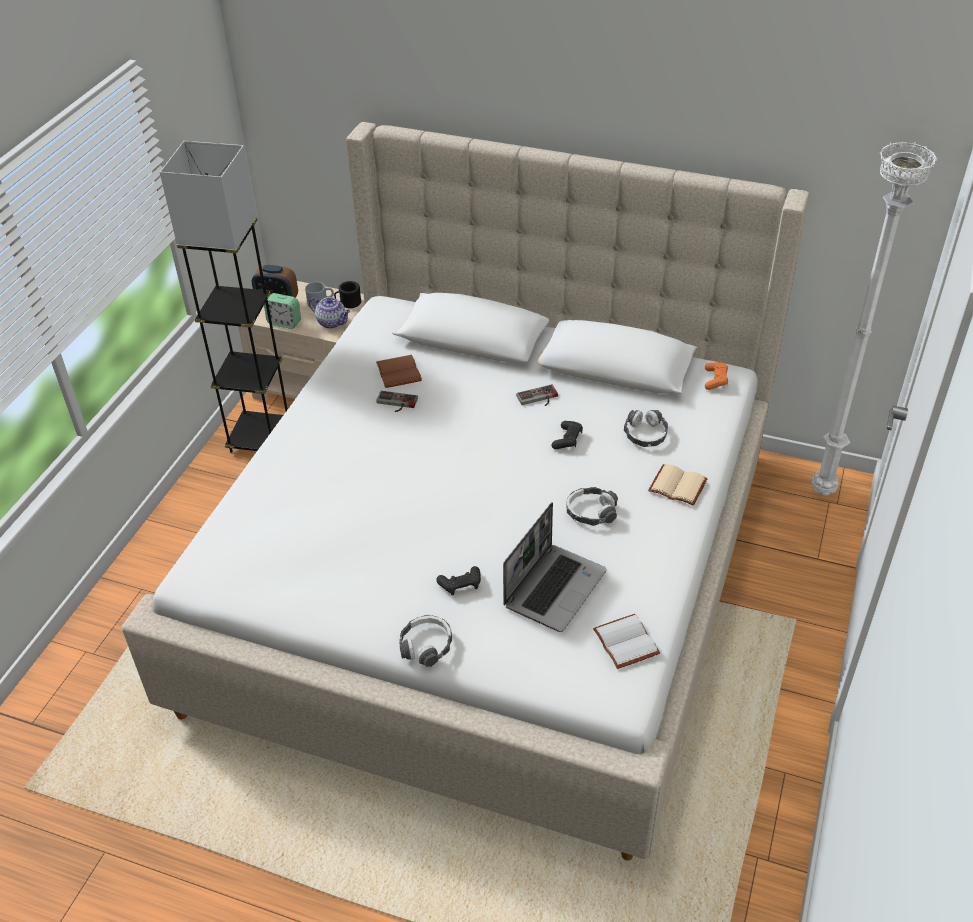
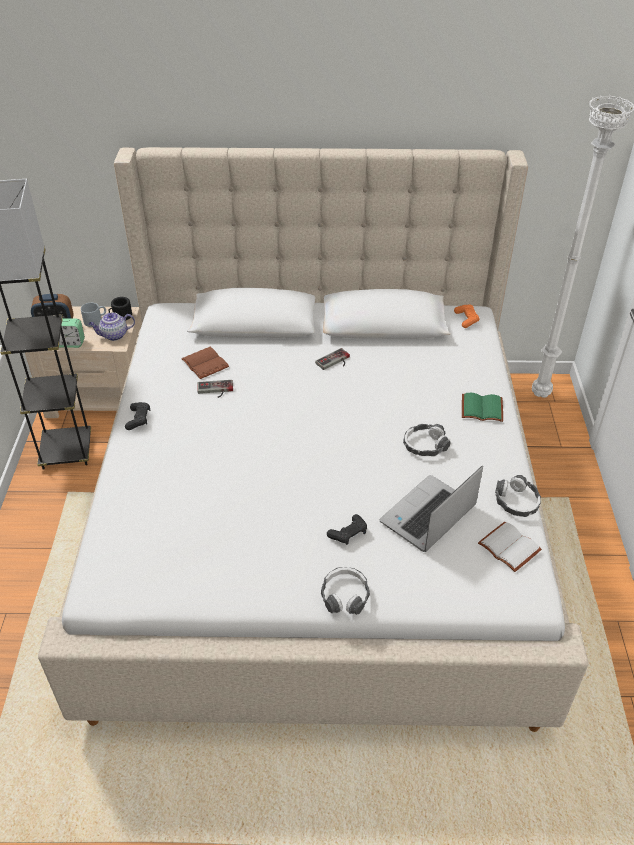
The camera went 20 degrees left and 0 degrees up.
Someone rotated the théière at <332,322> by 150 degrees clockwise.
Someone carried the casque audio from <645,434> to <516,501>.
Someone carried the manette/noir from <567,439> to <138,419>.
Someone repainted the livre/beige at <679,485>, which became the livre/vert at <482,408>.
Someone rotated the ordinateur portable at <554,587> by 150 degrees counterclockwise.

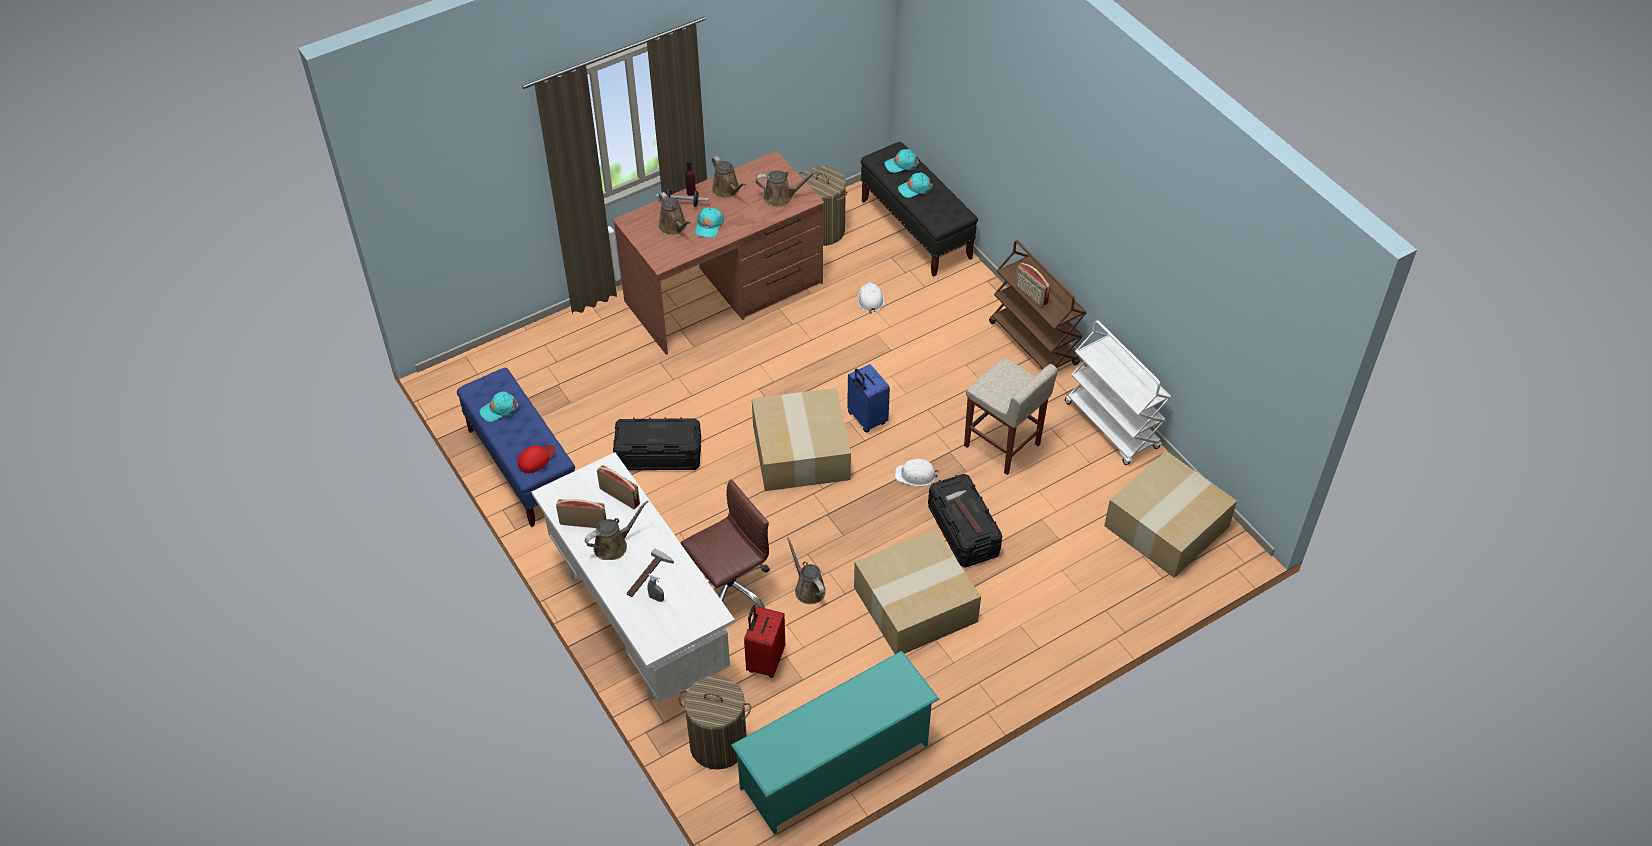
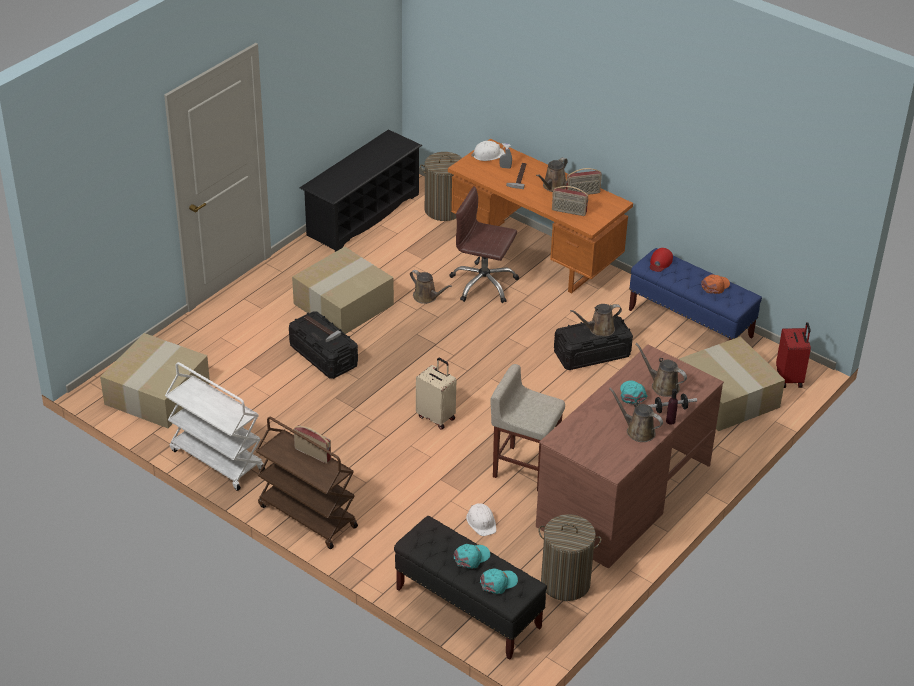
The camera went 160 degrees right and 10 degrees down.
Someone carried the arrosoir/marron from <781,197> to <599,329>.
Someone carried the tabouret/beige from <1003,446> to <524,468>.
Someone repainted the valise/bleu at <866,419>, which became the valise/beige at <436,417>.
Someone carried the carton from <799,451> to <729,397>.
Someone repainted the casquette/turquoise at <499,409>, which became the casquette/orange at <715,286>.
Someone repainted the bureau/blanc at <638,621>, which became the bureau/orange at <536,256>.
Someone carried the casque de chantier/blanc from <916,475> to <488,154>.
Someone rotated the chaise de bureau/marron at <729,591> by 75 degrees clockwise.
Someone carried the valise/rouge from <765,661> to <790,378>.
Someone repainted the étagère à chaussures/turquoise at <835,766>, which became the étagère à chaussures/noir at <362,215>.

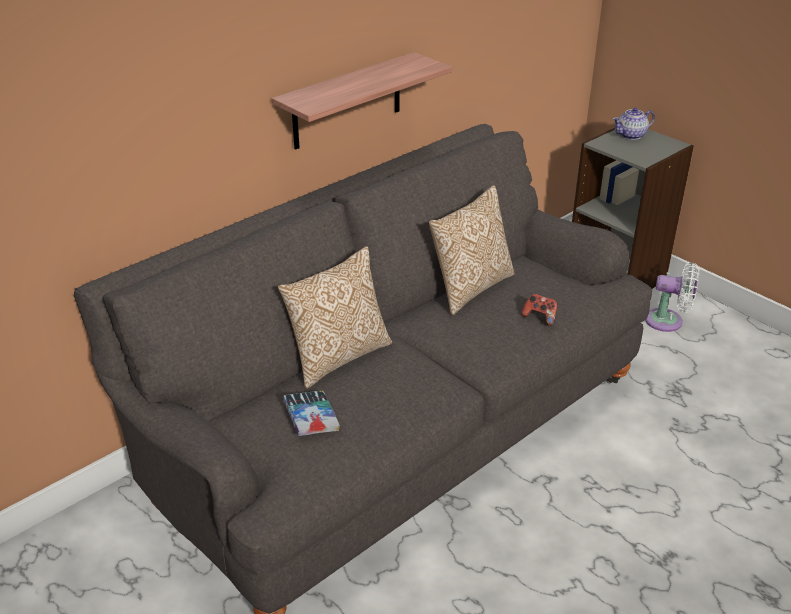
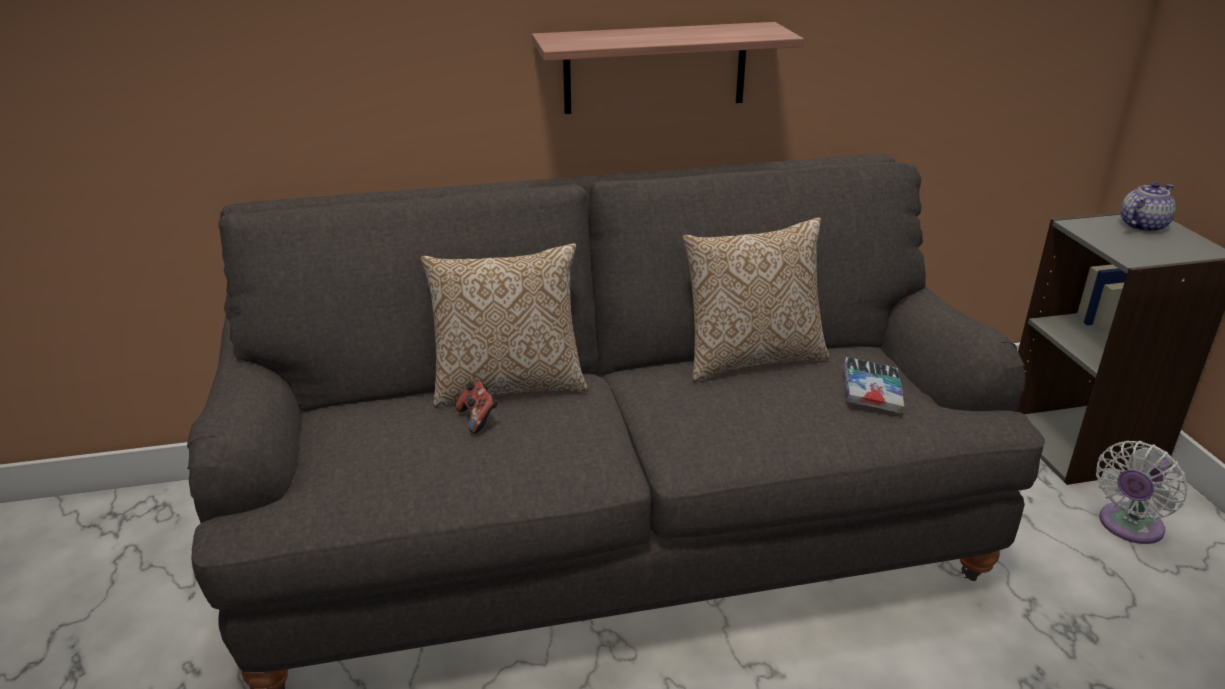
The camera went 30 degrees right and 5 degrees down.
Someone rotated the théière at <631,135> by 135 degrees clockwise.
Someone rotated the ventilateur/blanc at <668,321> by 90 degrees clockwise.
Someone carried the manette from <540,317> to <478,419>.
Someone carried the livre from <311,417> to <871,392>.

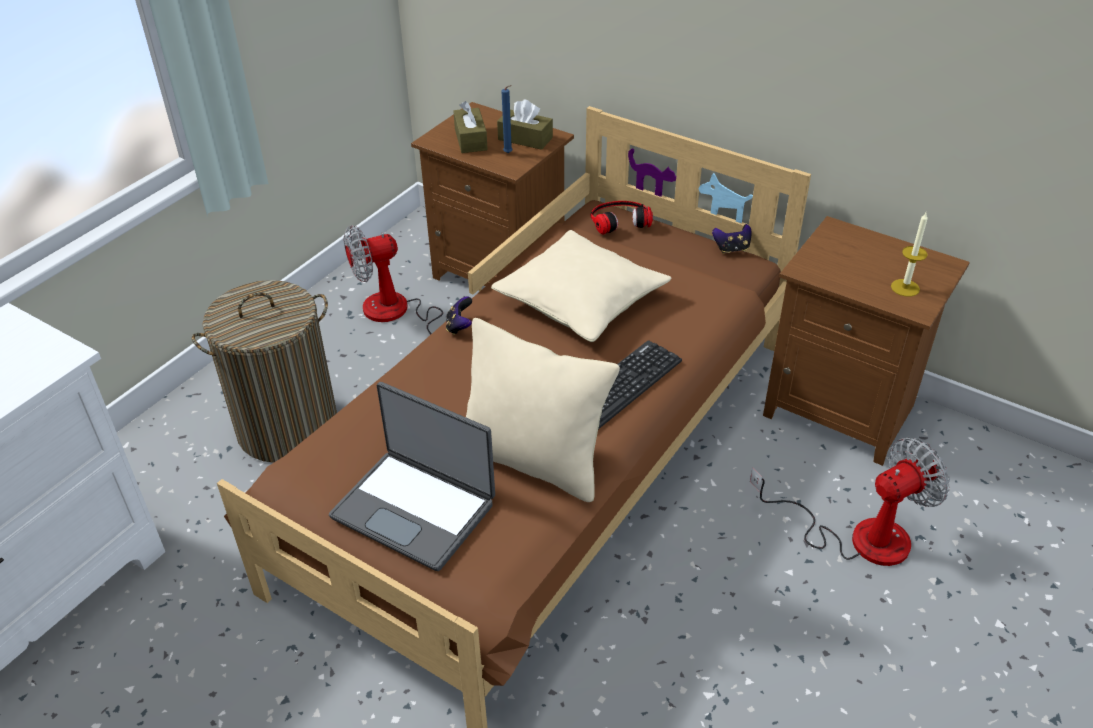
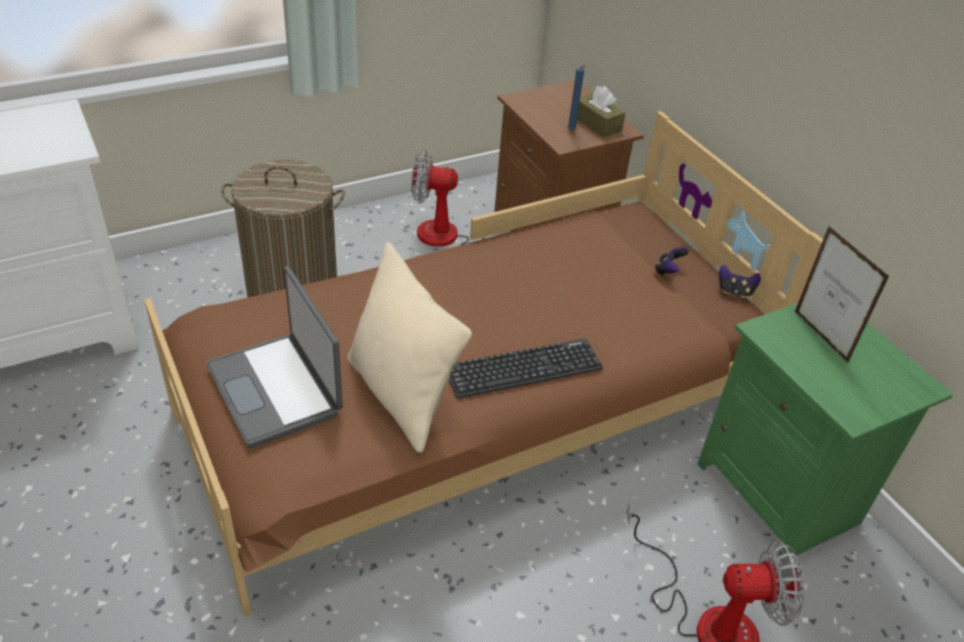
The camera went 25 degrees right and 0 degrees up.
Someone took away the boîte à mouchoirs/marron at <470,139>.
Someone took away the casque audio at <619,220>.
Someone took away the bougie at <905,288>.
Someone repainted the table de chevet/marron at <841,409>, which became the table de chevet/vert at <780,493>.
Someone took away the coussin/beige at <580,301>.
Someone carried the manette from <459,326> to <667,271>.
Someone put down the cadre photo at <820,336>.

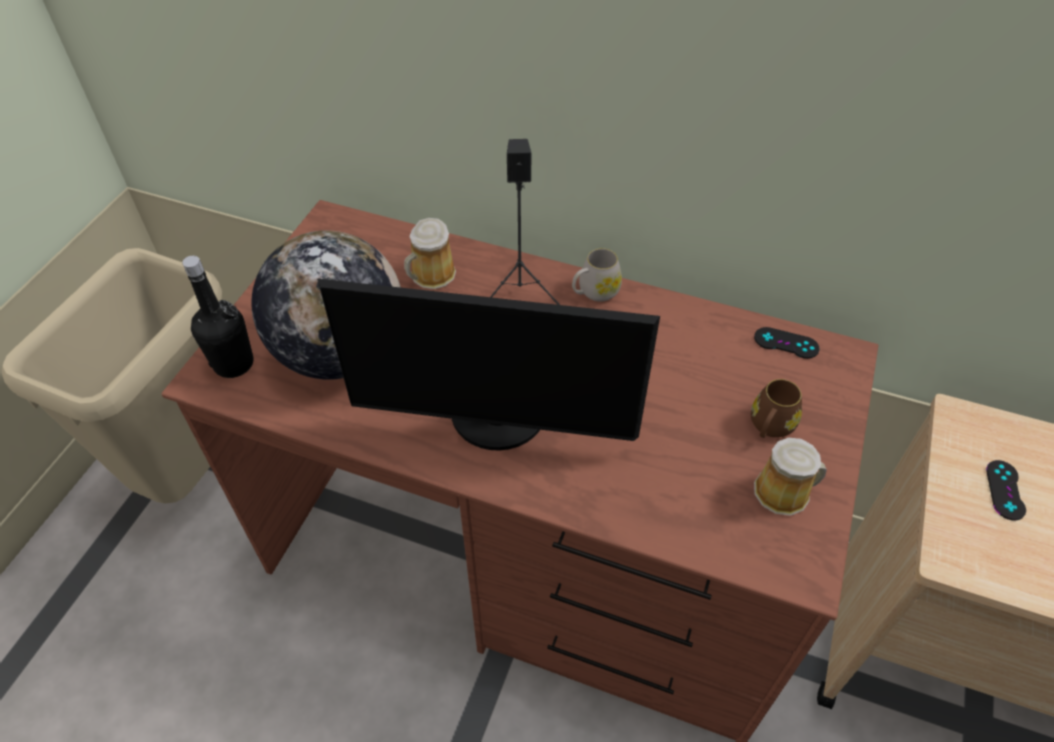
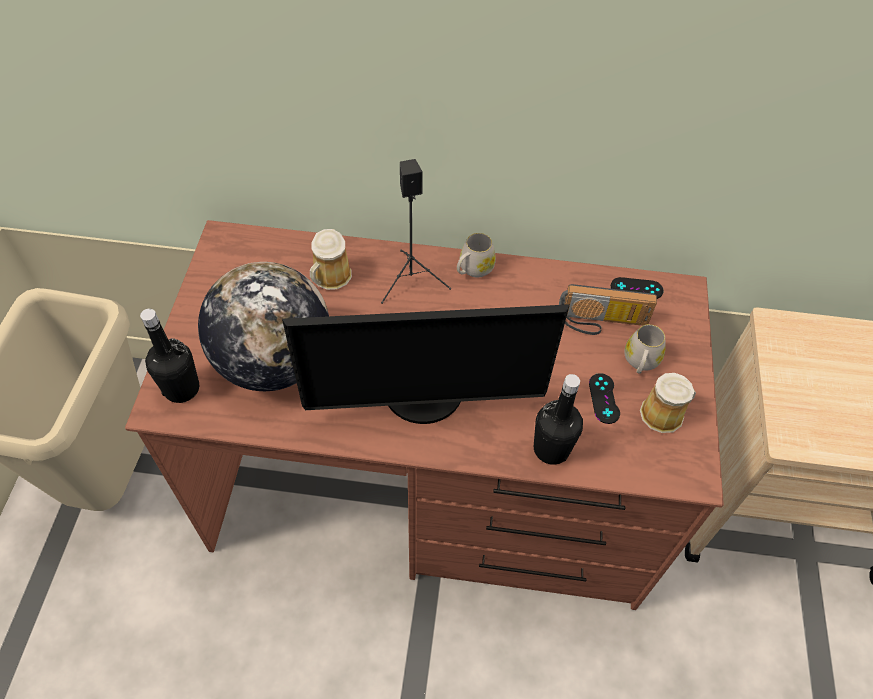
The camera went 15 degrees left and 5 degrees up.
Someone repainted the mug/marron at <769,427>, which became the mug/blanc at <640,362>.
Someone carried the manette/noir from <1005,490> to <604,398>.
Someone put down the radio at <601,323>.
Someone put down the bouteille/noir at <551,449>.

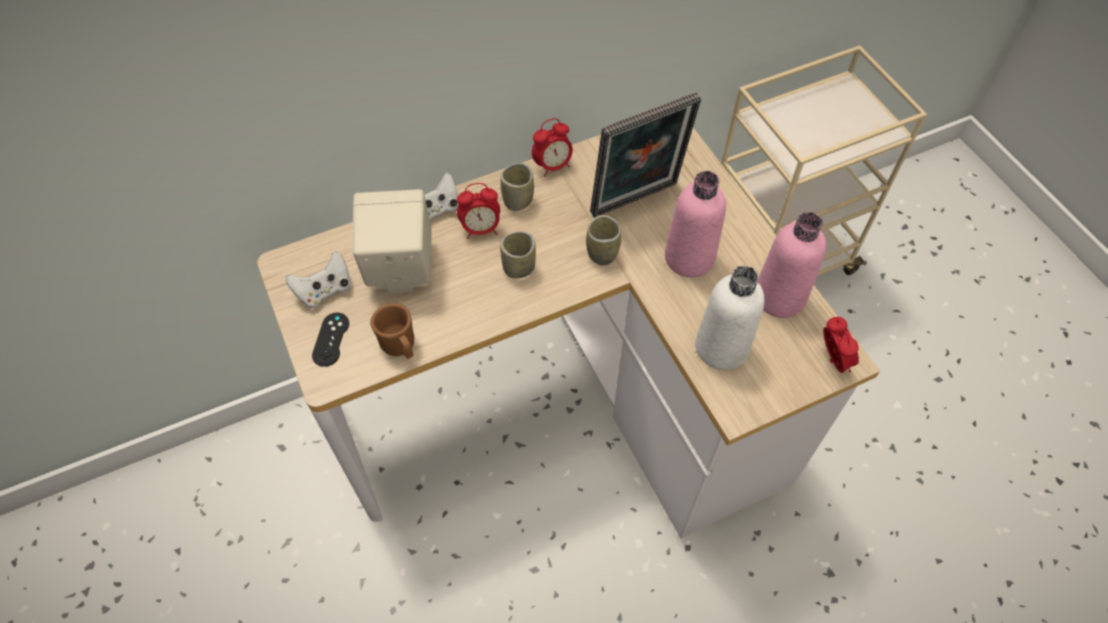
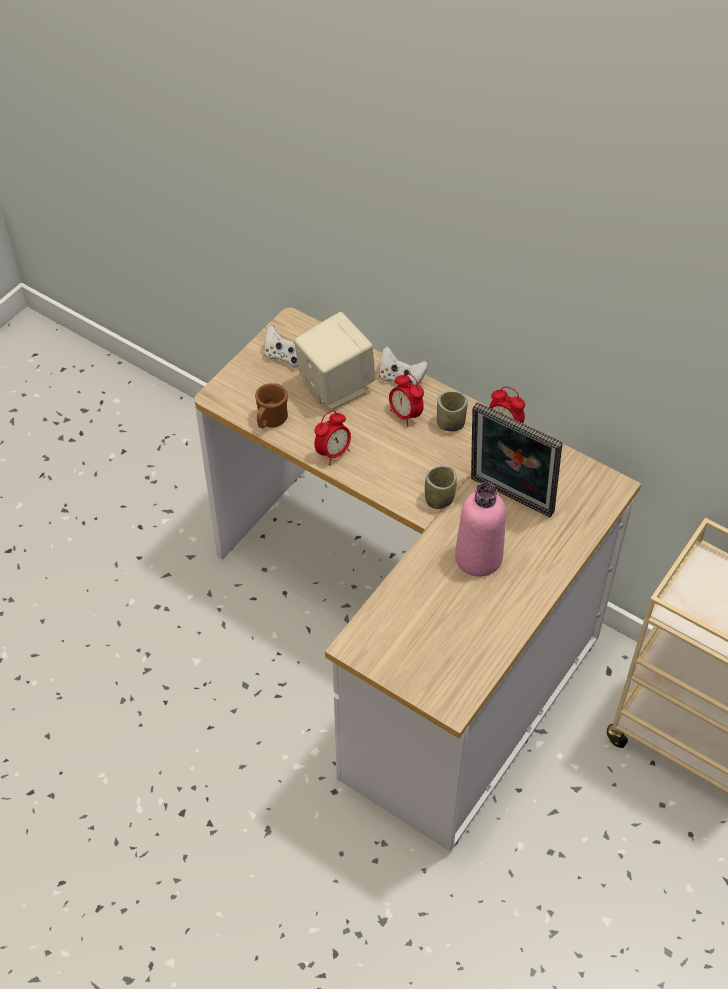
The camera went 60 degrees right and 5 degrees down.
Someone took away the bouteille/rose at <779,297>.
Someone took away the tasse at <519,267>.
Someone took away the bouteille/blanc at <721,347>.
Someone took away the manette/noir at <331,339>.
Someone carried the réveil from <832,360> to <333,453>.

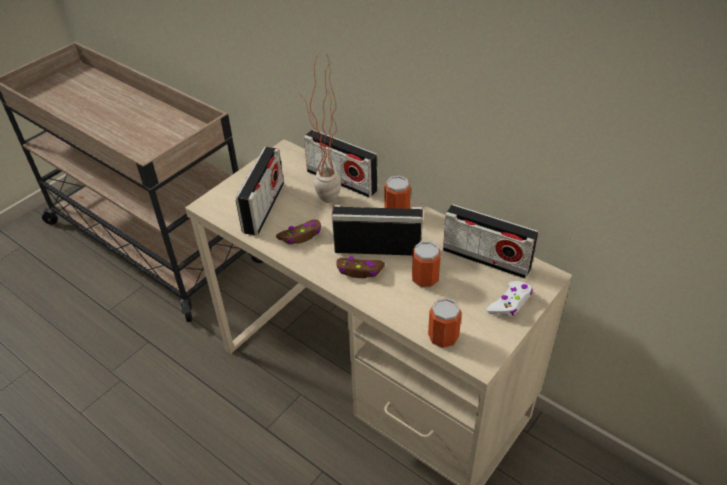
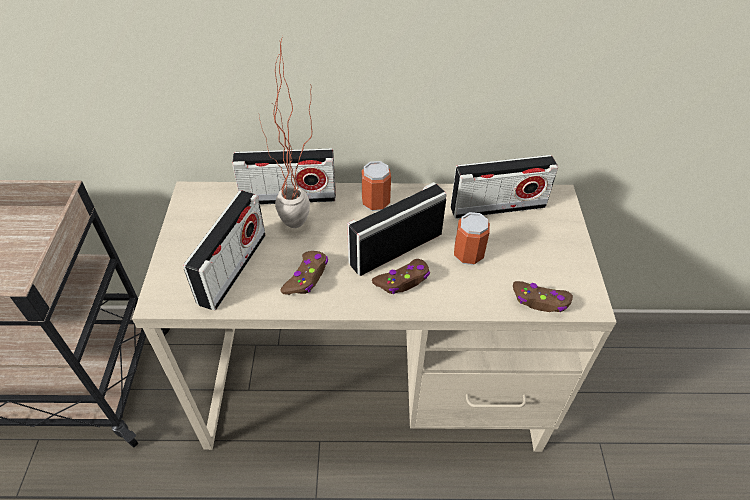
The camera went 40 degrees left and 5 degrees up.
Someone rotated the radio at <263,208> by 45 degrees clockwise.
Someone took away the manette/blanc at <510,303>.
Someone swapped the boîte métallique at <443,337> for the manette/marron at <540,301>.

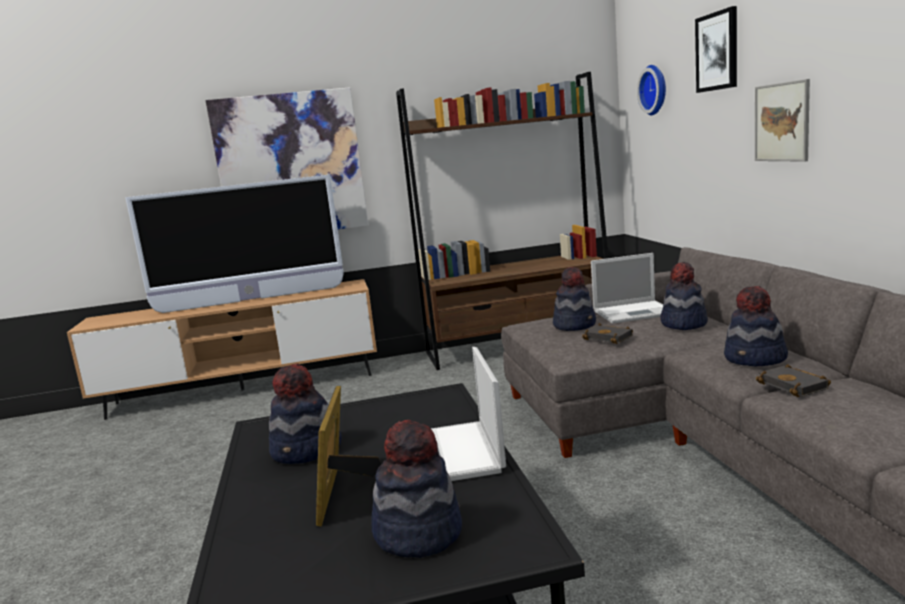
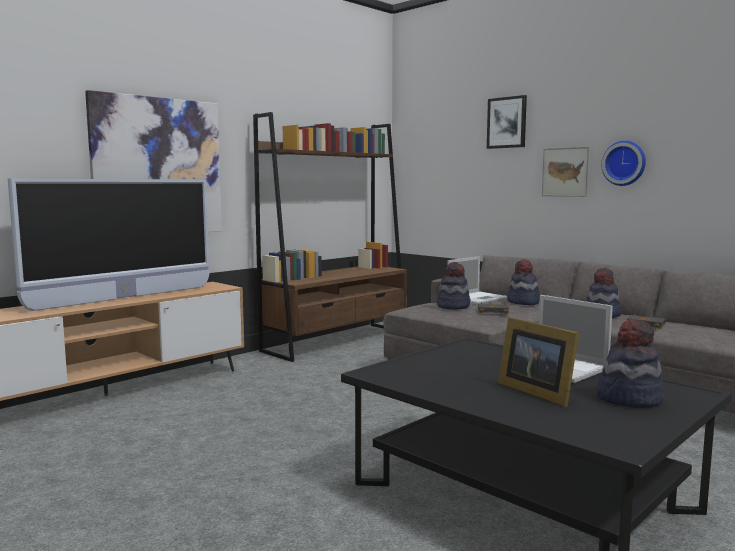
The camera went 35 degrees left and 5 degrees down.
Someone carried the horloge murale from <655,89> to <624,163>.
Someone took away the chapeau at <307,451>.

